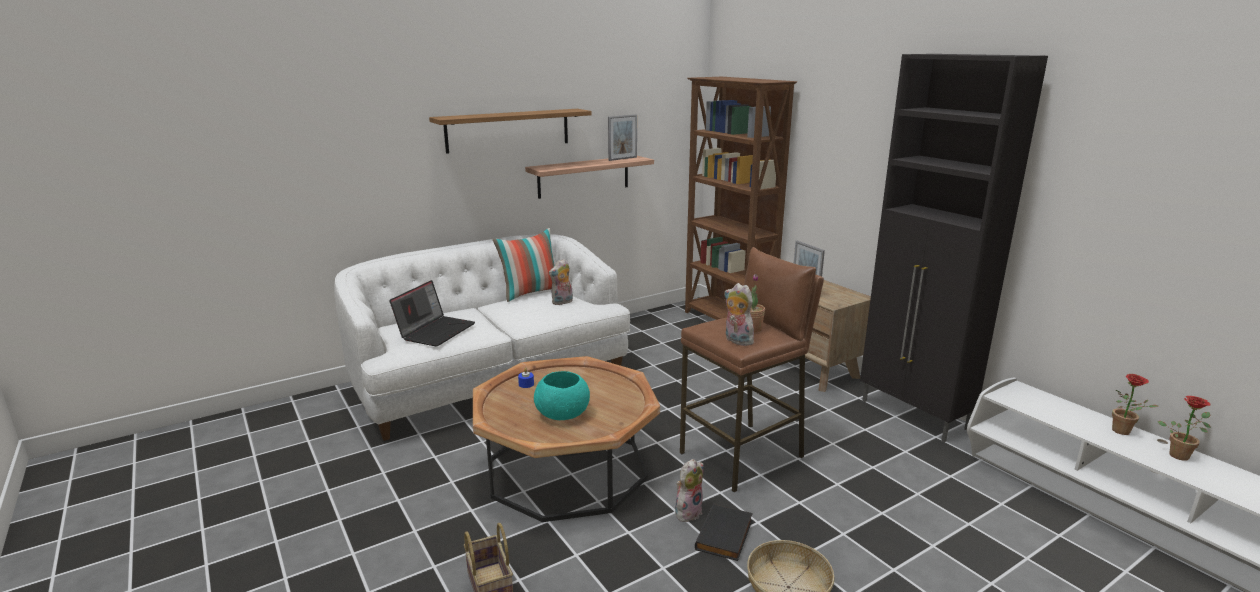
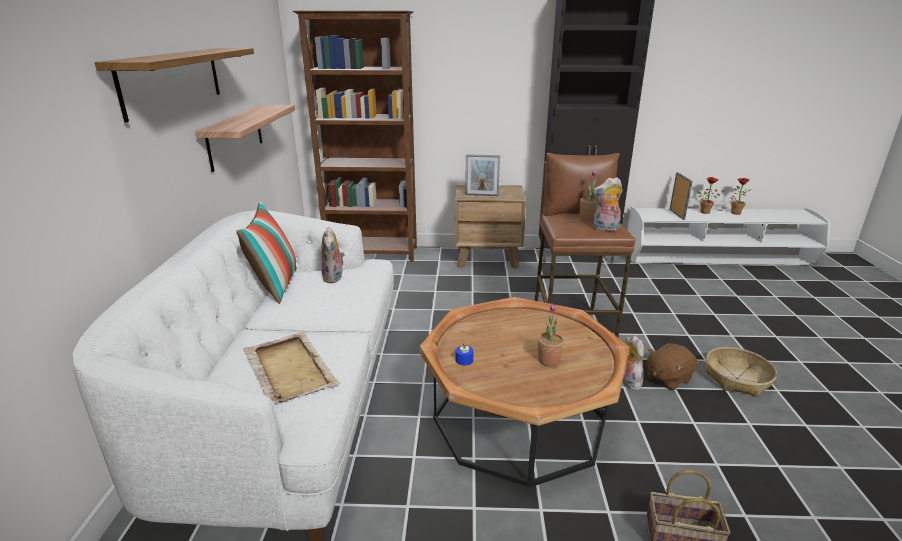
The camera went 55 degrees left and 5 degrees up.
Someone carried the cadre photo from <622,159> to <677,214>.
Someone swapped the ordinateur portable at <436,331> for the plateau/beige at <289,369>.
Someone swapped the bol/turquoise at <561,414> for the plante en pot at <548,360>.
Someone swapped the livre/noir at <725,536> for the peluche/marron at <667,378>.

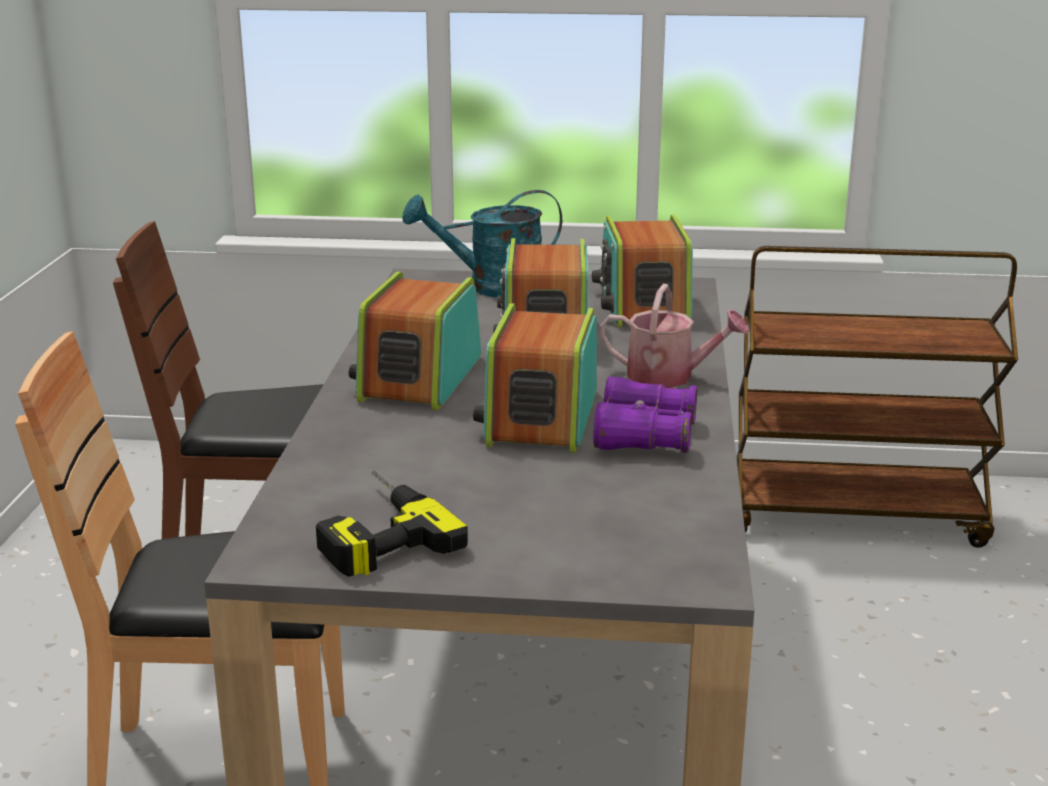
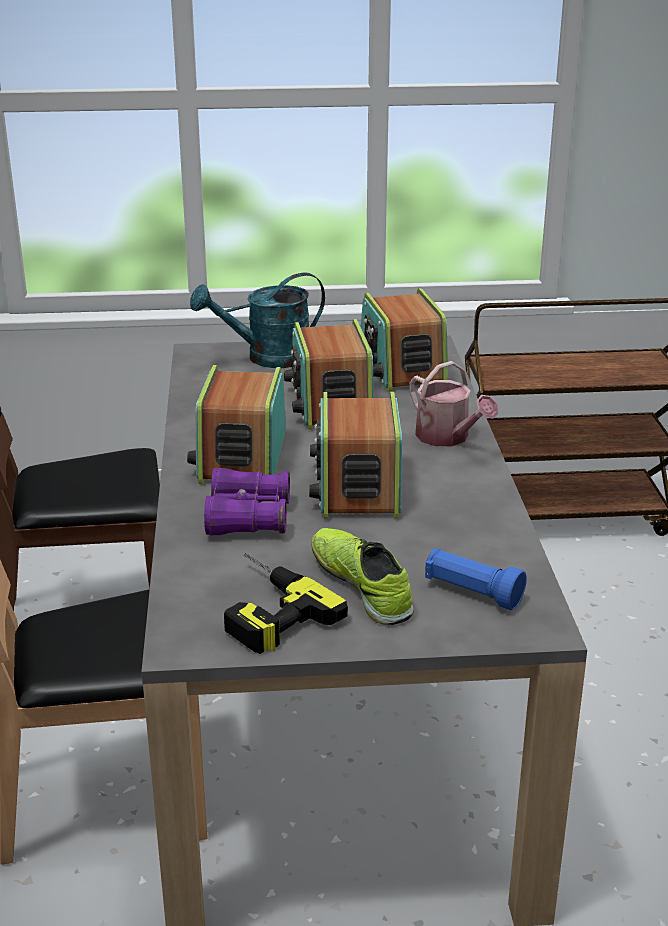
The camera went 10 degrees left and 5 degrees up.
Someone rotated the arrosoir at <669,377> by 45 degrees clockwise.
Someone carried the jumelles/violet from <644,436> to <248,518>.
Someone put down the chaussure at <362,585>.
Someone put down the lampe de poche/bleu at <472,592>.

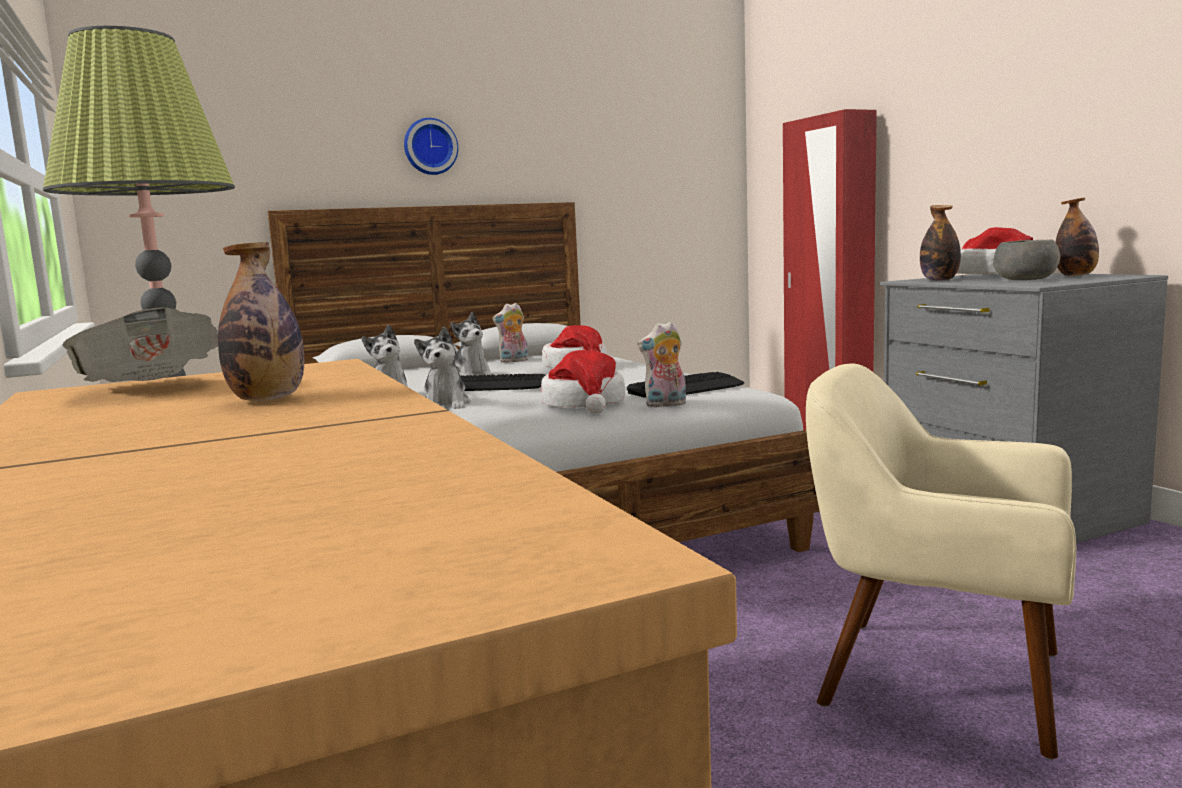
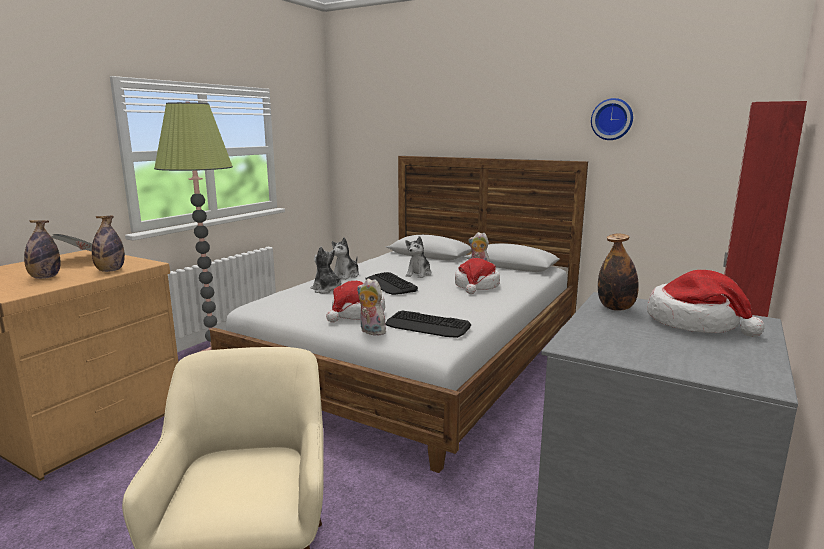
The camera went 55 degrees right and 5 degrees up.
Someone carried the horloge murale from <430,147> to <612,119>.
Someone carried the bouteille from <1076,275> to <110,271>.
Someone took away the bol/gris at <1024,280>.
Someone rotated the peluche at <446,405> by 90 degrees clockwise.

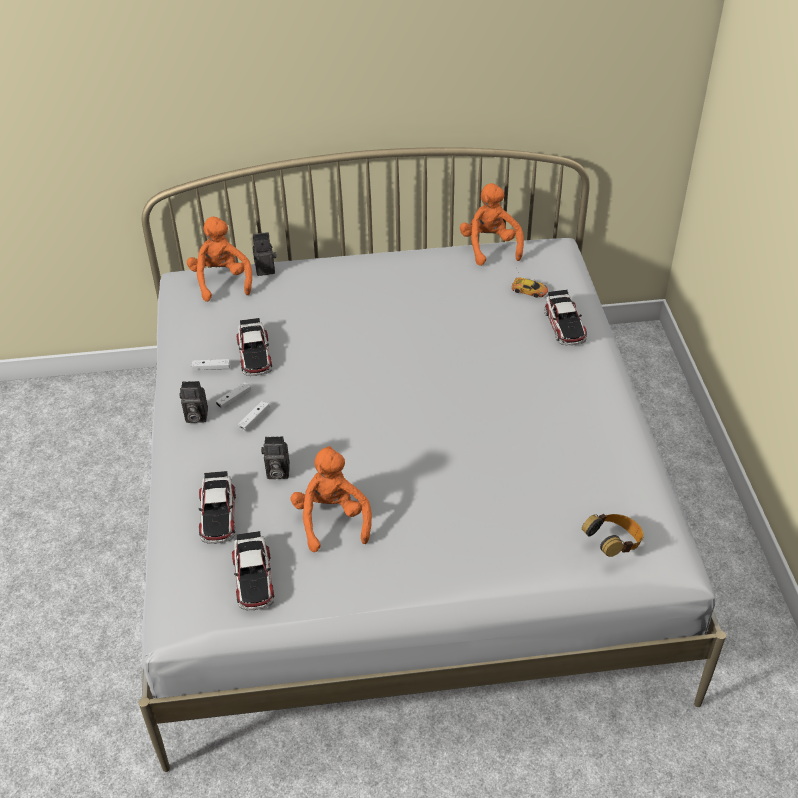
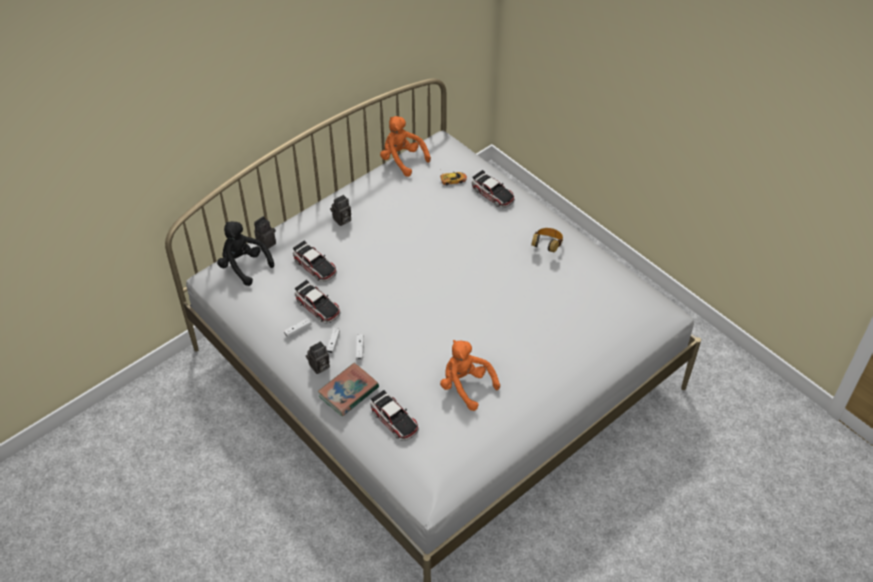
The camera went 35 degrees left and 5 degrees up.
Someone repainted the peluche/orange at <221,281>, which became the peluche/noir at <244,266>.
Someone carried the appareil photo from <276,472> to <342,220>.
Someone carried the casque audio from <613,544> to <547,246>.
Someone carried the petite voiture from <253,577> to <315,265>.
Someone put down the livre at <348,392>.

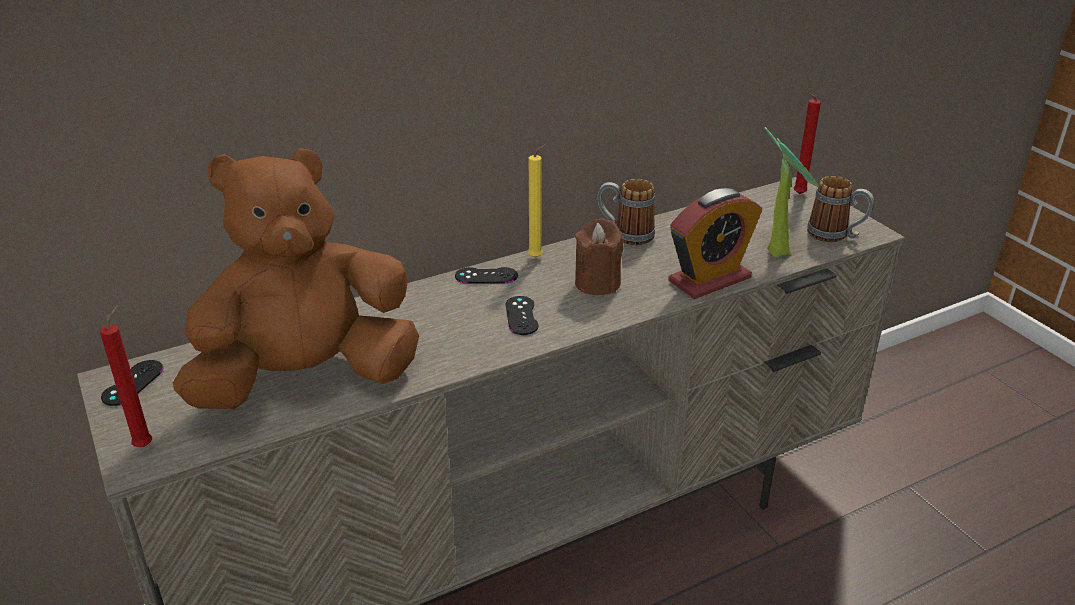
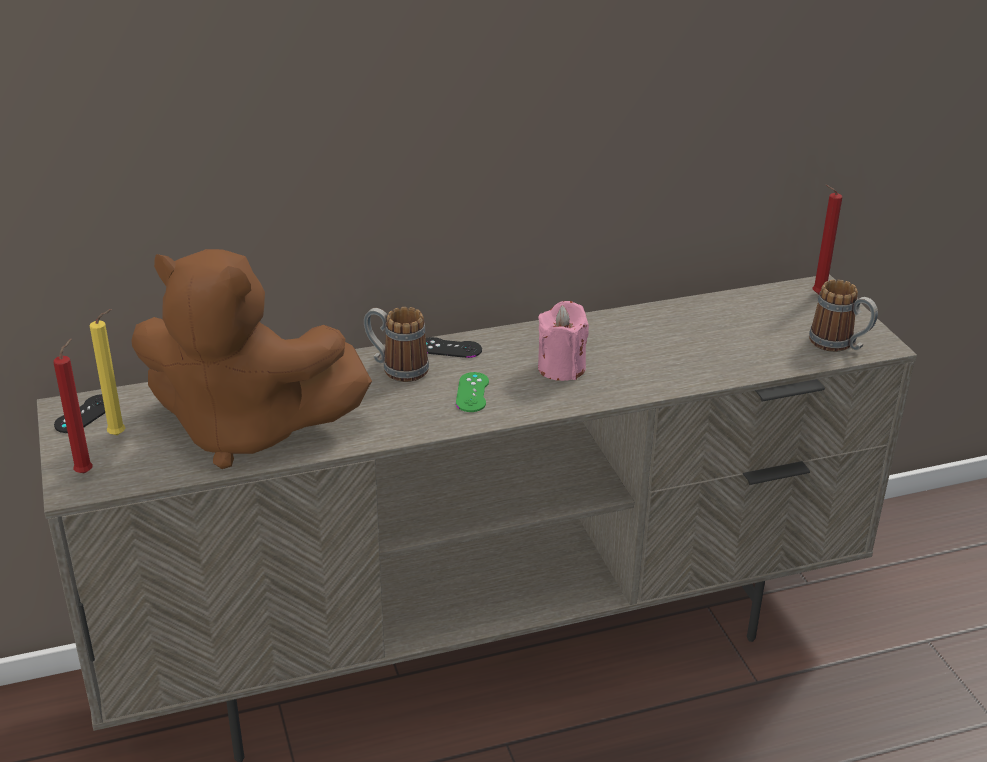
The camera went 10 degrees right and 0 degrees up.
Someone took away the plante en pot at <779,250>.
Someone carried the bougie/jaune from <537,257> to <120,435>.
Someone rotated the peluche/marron at <307,379> by 150 degrees counterclockwise.
Someone carried the mug from <625,235> to <396,368>.
Someone took away the réveil at <709,279>.
Someone repainted the bougie/marron at <597,283>, which became the bougie/rose at <561,368>.
Someone repainted the manette/noir at <521,316>, which became the manette/vert at <472,392>.

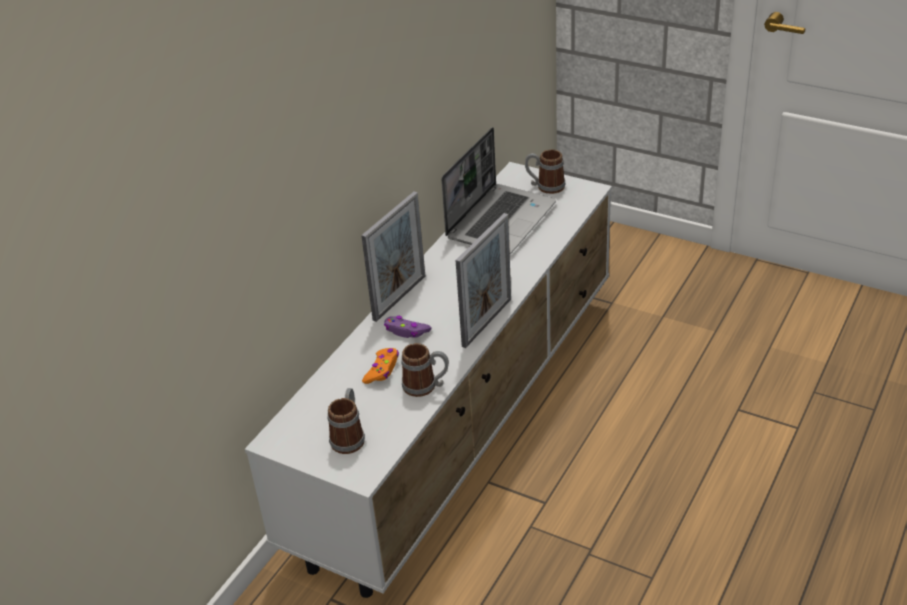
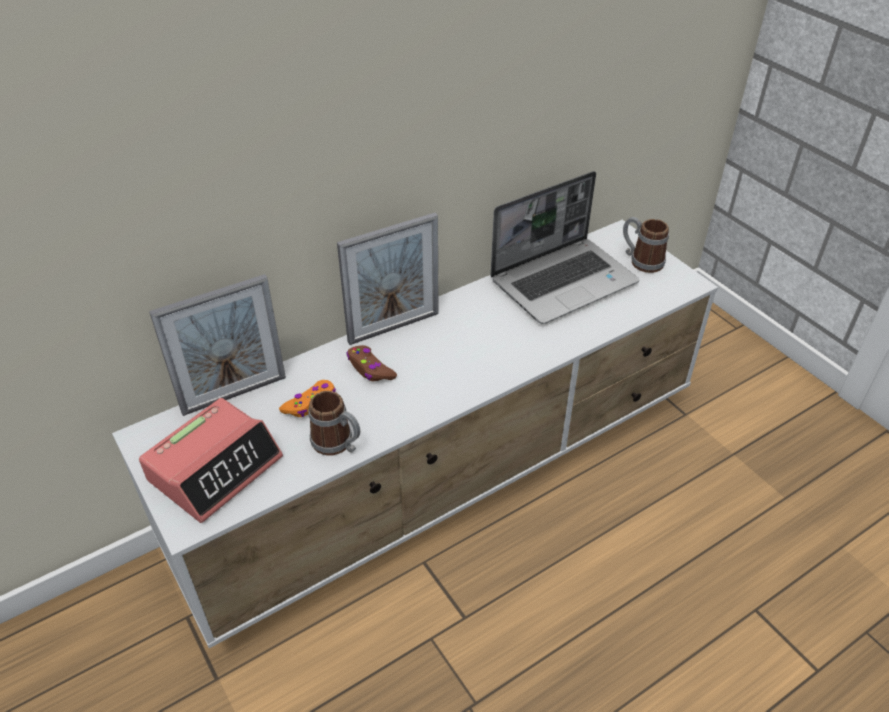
The camera went 25 degrees right and 5 degrees up.
Someone carried the cadre photo from <487,322> to <234,394>.
Someone repainted the manette/violet at <406,331>, which became the manette/marron at <370,369>.
Someone swapped the mug at <349,436> for the réveil at <215,468>.

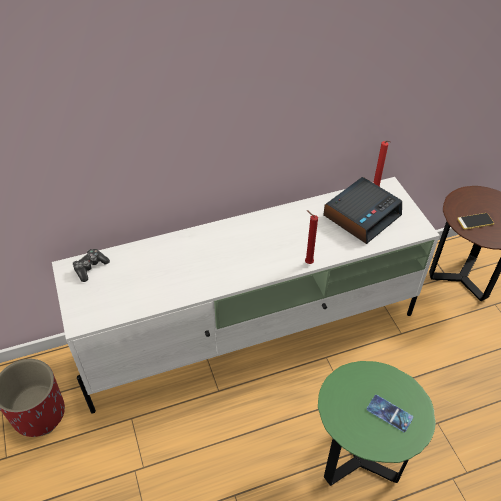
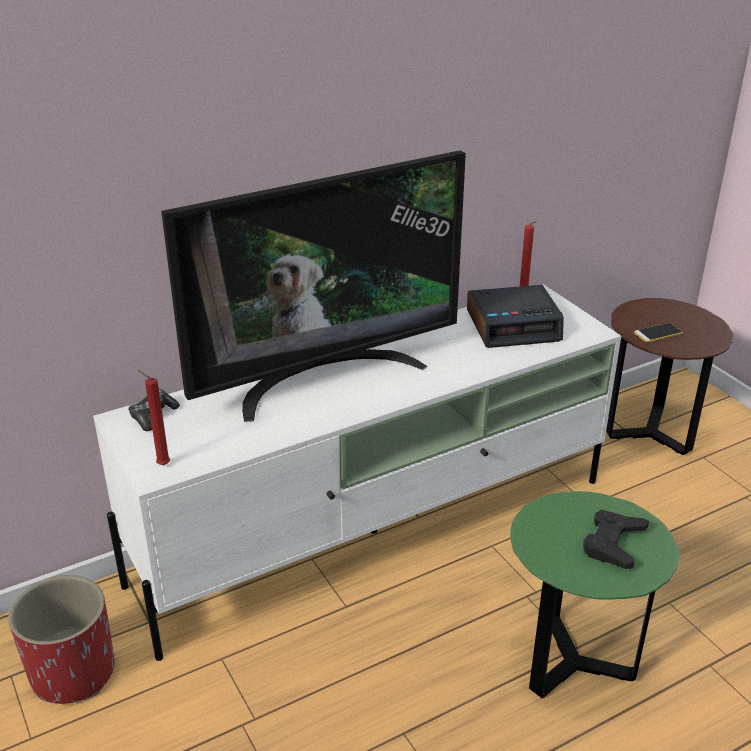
The camera went 10 degrees left and 15 degrees down.
Someone rotated the réveil at <362,215> by 45 degrees clockwise.
Someone carried the bougie/rouge from <307,262> to <161,464>.
Someone swapped the téléphone at <389,413> for the manette/noir at <613,543>.
Someone put down the téléviseur at <323,376>.

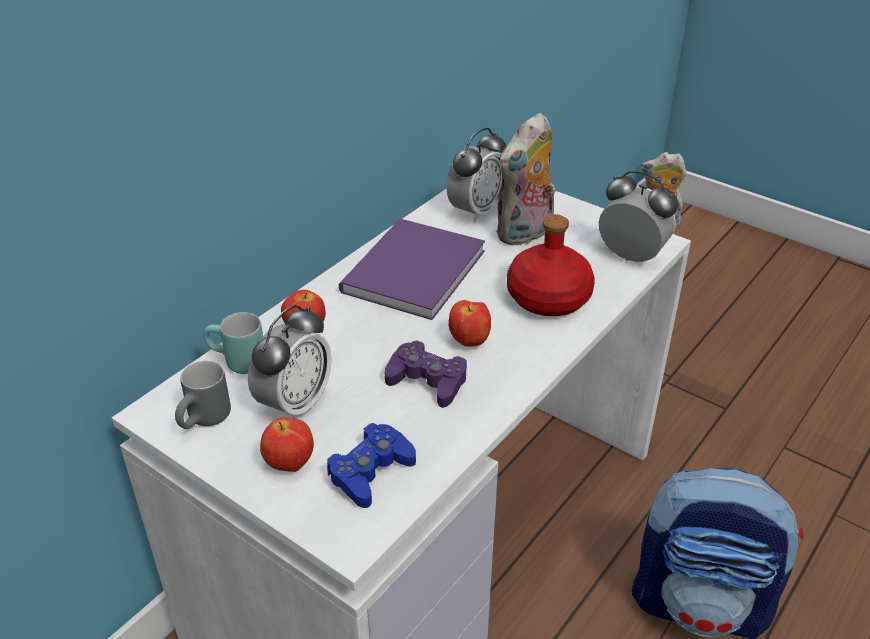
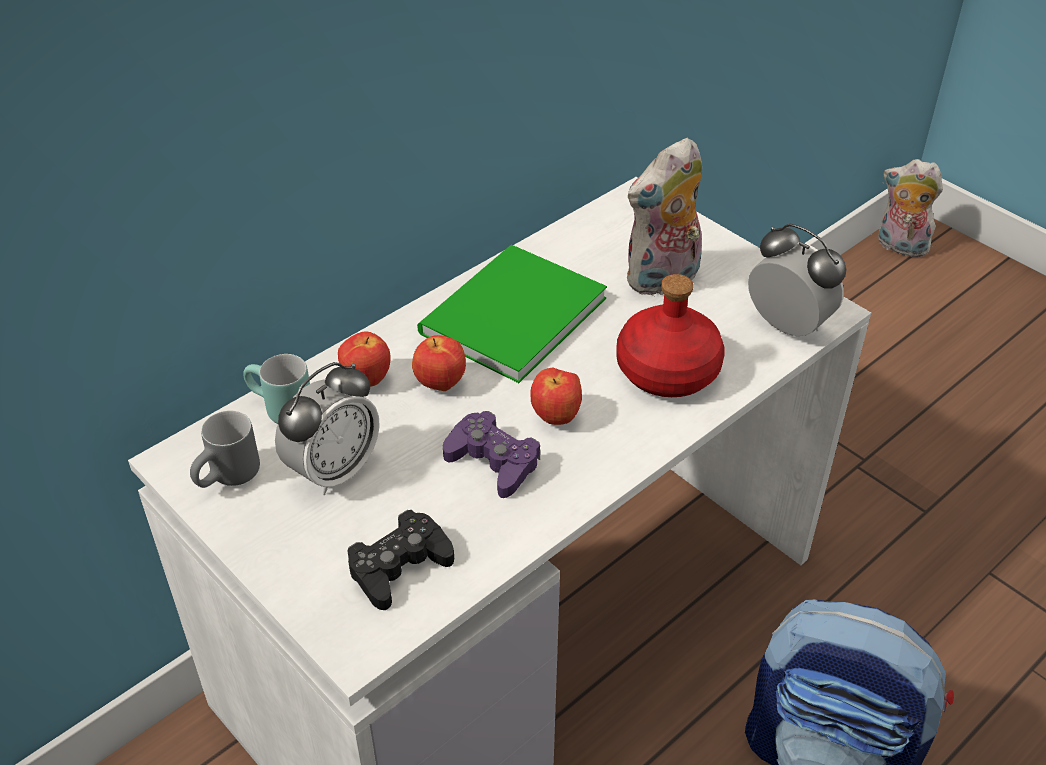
The camera went 10 degrees right and 5 degrees up.
Someone took away the réveil at <477,211>.
Someone repainted the livre/violet at <409,272>, which became the livre/vert at <507,317>.
Someone carried the pomme from <289,465> to <440,384>.
Someone repainted the manette/bleu at <370,471>, which became the manette/noir at <399,566>.

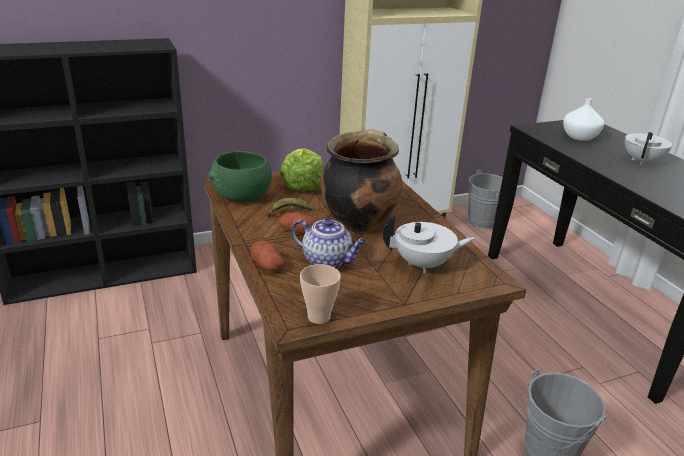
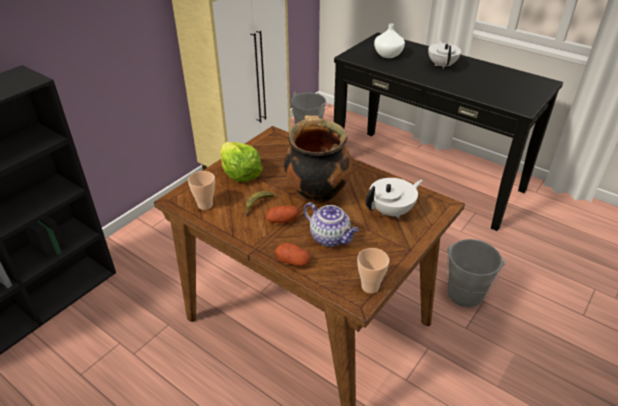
The camera went 30 degrees left and 10 degrees up.
Someone swapped the bol/vert at <242,196> for the tasse at <205,205>.
Someone rotated the théière at <328,262> by 45 degrees clockwise.

